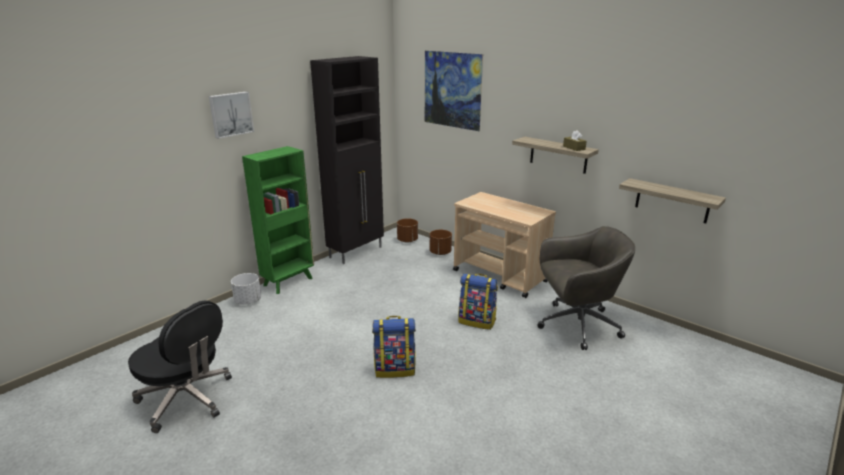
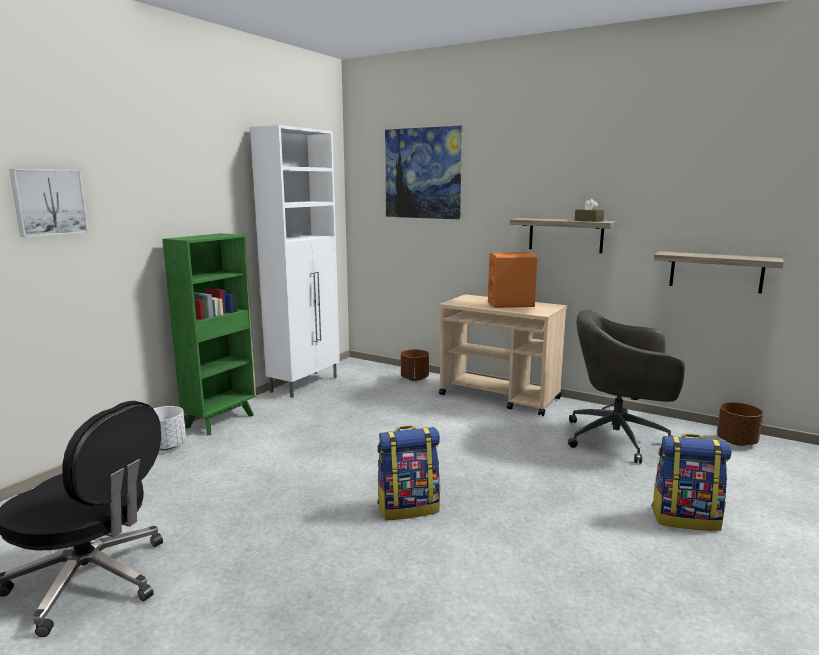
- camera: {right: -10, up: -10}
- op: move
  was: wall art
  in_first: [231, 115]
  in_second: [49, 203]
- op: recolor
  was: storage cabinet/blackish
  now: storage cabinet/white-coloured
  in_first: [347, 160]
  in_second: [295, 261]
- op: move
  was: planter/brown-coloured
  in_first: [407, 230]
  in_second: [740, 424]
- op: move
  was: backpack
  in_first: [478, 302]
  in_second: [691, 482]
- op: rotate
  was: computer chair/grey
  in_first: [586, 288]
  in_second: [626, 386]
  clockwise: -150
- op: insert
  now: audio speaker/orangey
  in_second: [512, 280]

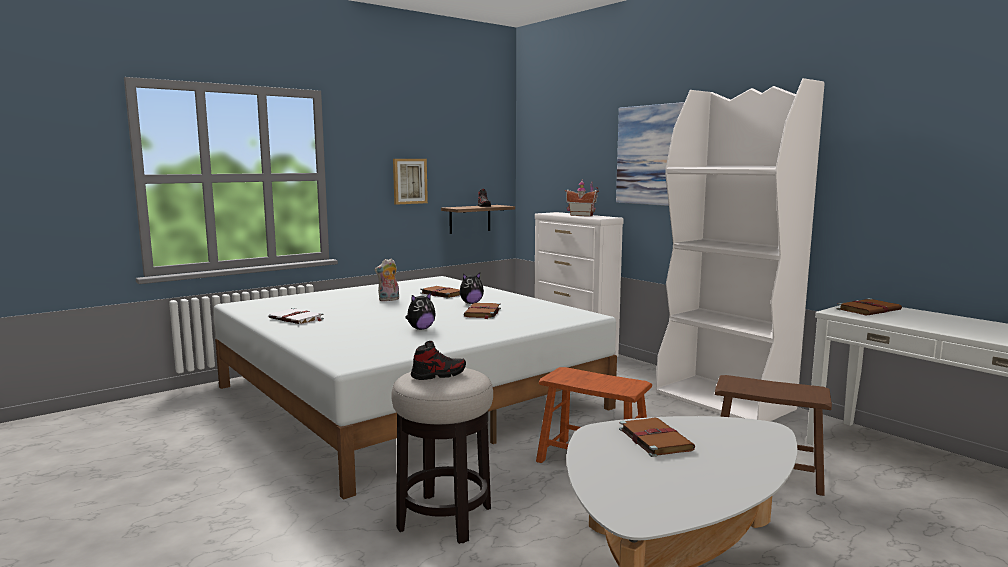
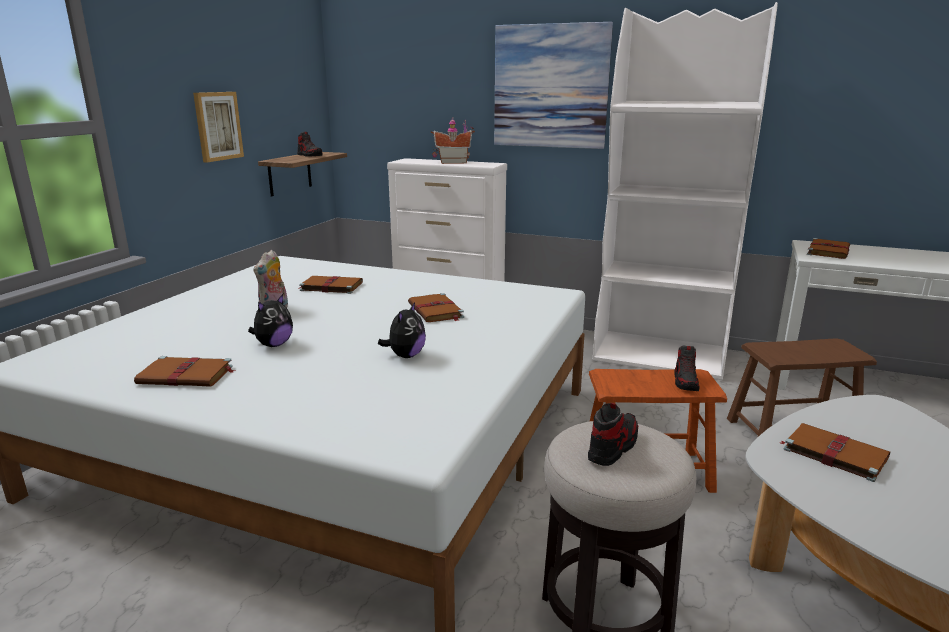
- camera: {right: -30, up: 10}
- op: recolor
  was: bound book/white-coloured
  now: bound book/brown-coloured
  in_first: [296, 316]
  in_second: [185, 371]
- op: move
  was: cuddly toy
  in_first: [471, 288]
  in_second: [270, 320]
- op: insert
  now: shoe
  in_second: [687, 368]

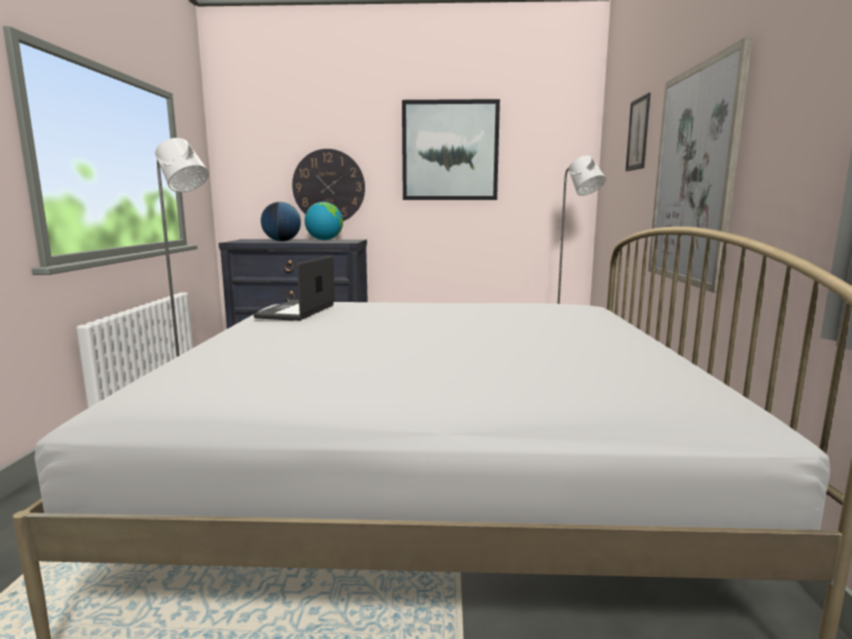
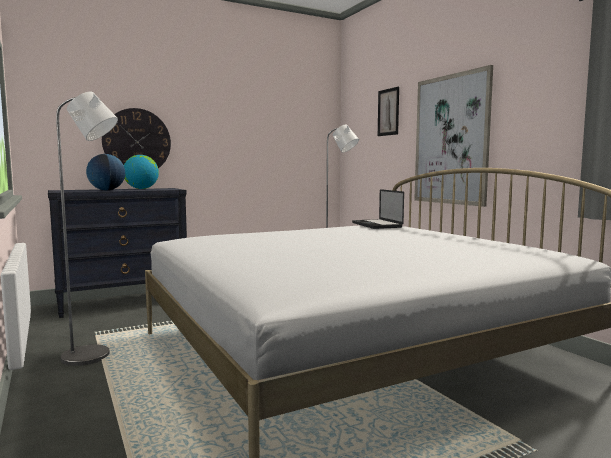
- camera: {right: -30, up: -5}
- op: move
  was: laptop
  in_first: [294, 288]
  in_second: [378, 209]
- op: delete
  was: wall art
  in_first: [451, 149]

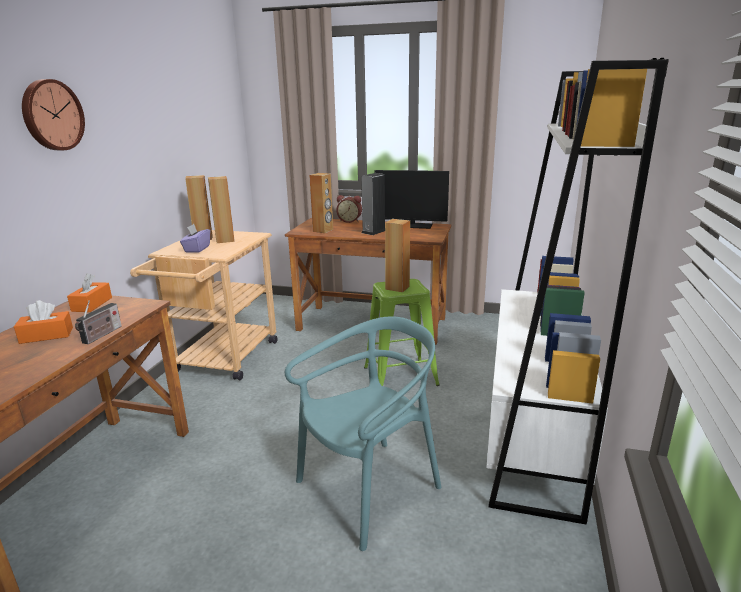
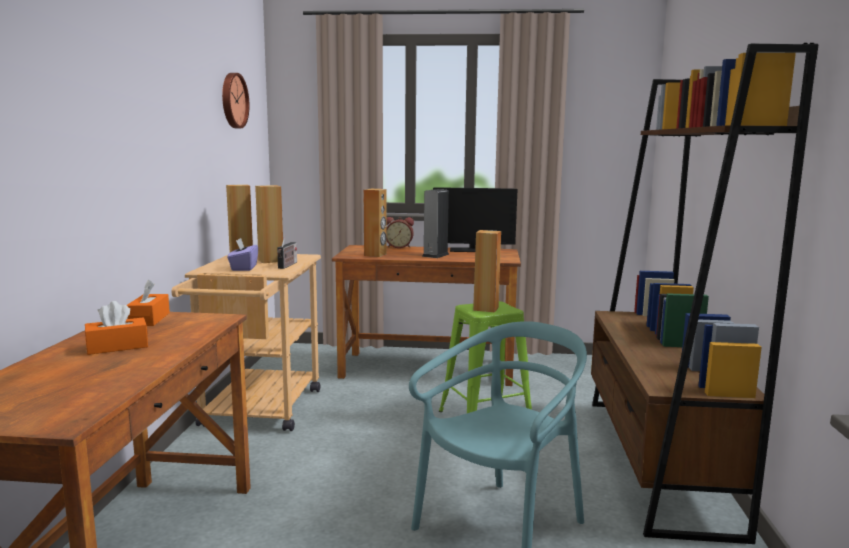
- camera: {right: -10, up: -10}
- op: move
  was: hanging clock
  in_first: [53, 114]
  in_second: [235, 100]
- op: move
  was: radio
  in_first: [98, 322]
  in_second: [287, 251]
- op: recolor
  was: bookcase/white-coloured
  now: bookcase/brown-coloured
  in_first: [577, 291]
  in_second: [705, 293]

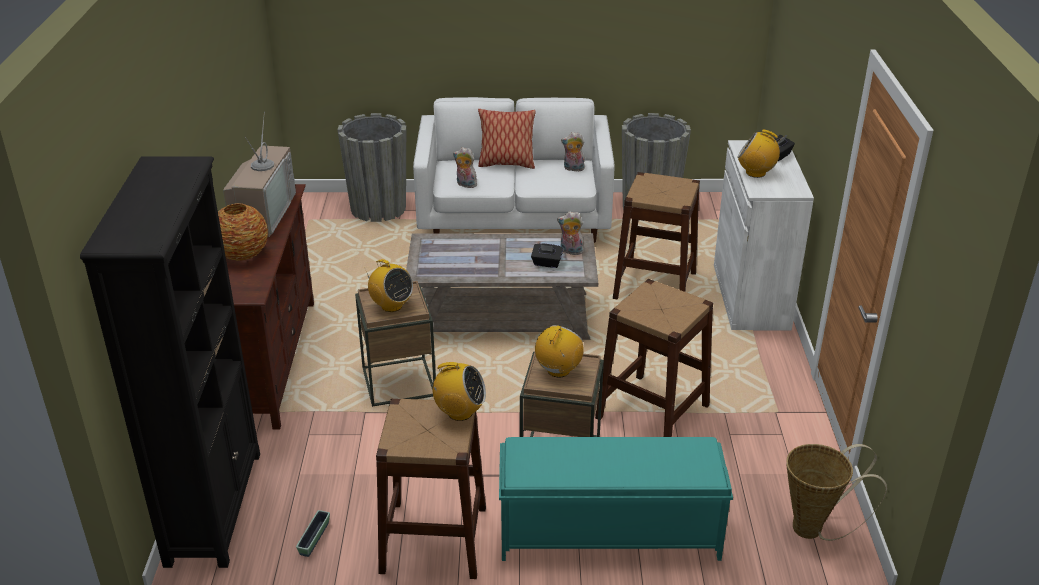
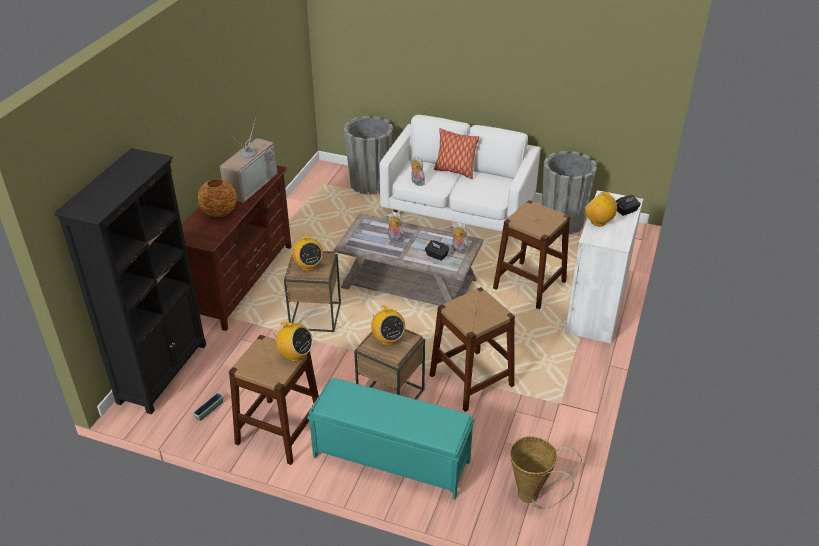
- camera: {right: 20, up: 5}
- op: rotate
  was: radio
  in_first: [559, 351]
  in_second: [388, 325]
  clockwise: 105
- op: move
  was: cuddly toy
  in_first: [573, 151]
  in_second: [395, 227]

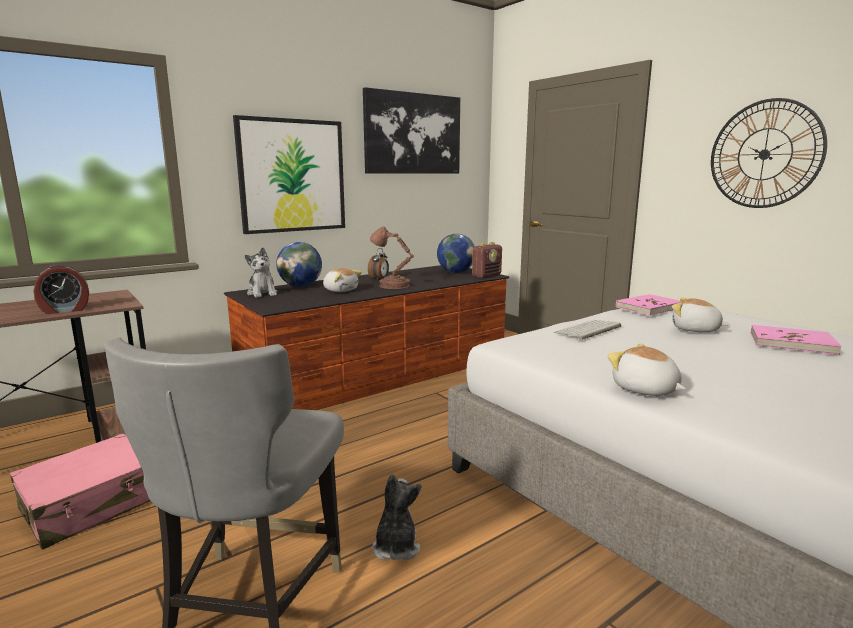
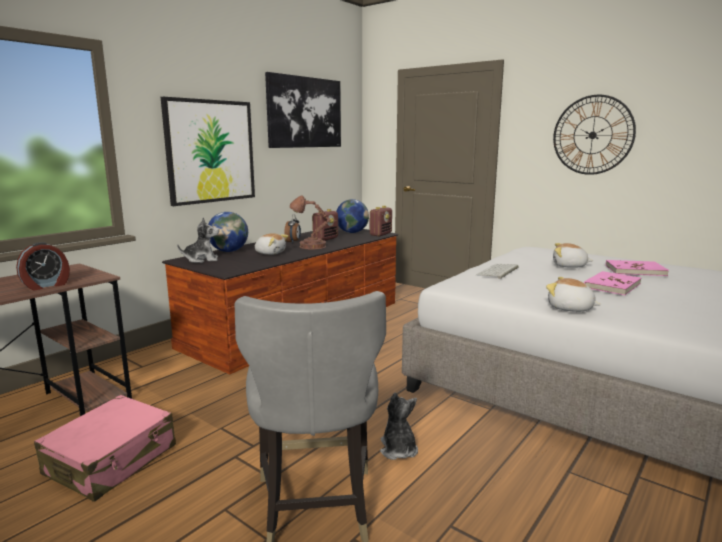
- camera: {right: -15, up: 0}
- op: rotate
  was: cuddly toy
  in_first: [261, 272]
  in_second: [198, 240]
  clockwise: -60
- op: move
  was: bound book/pink-coloured
  in_first: [648, 305]
  in_second: [612, 283]
- op: insert
  now: radio
  in_second: [325, 225]

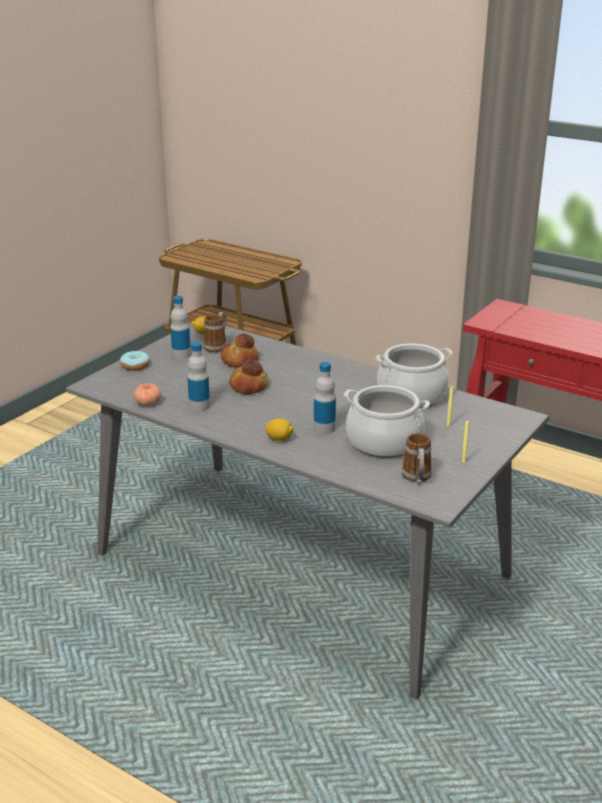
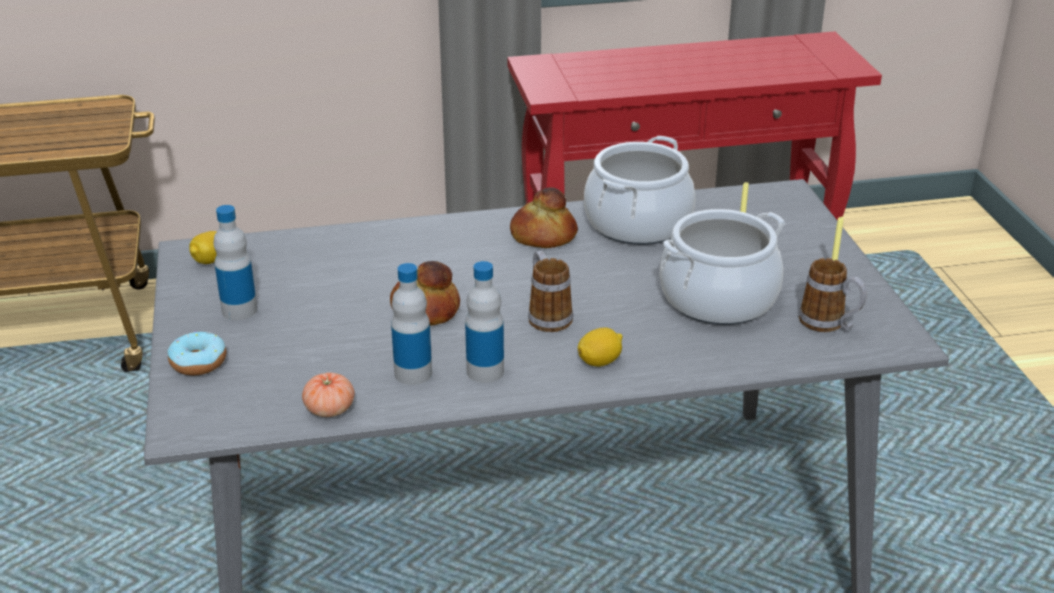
- camera: {right: -45, up: 5}
- op: move
  was: mug
  in_first: [215, 332]
  in_second: [550, 291]
- op: move
  was: bakery bread
  in_first: [240, 351]
  in_second: [544, 217]
- op: move
  was: bottle
  in_first: [325, 398]
  in_second: [484, 322]

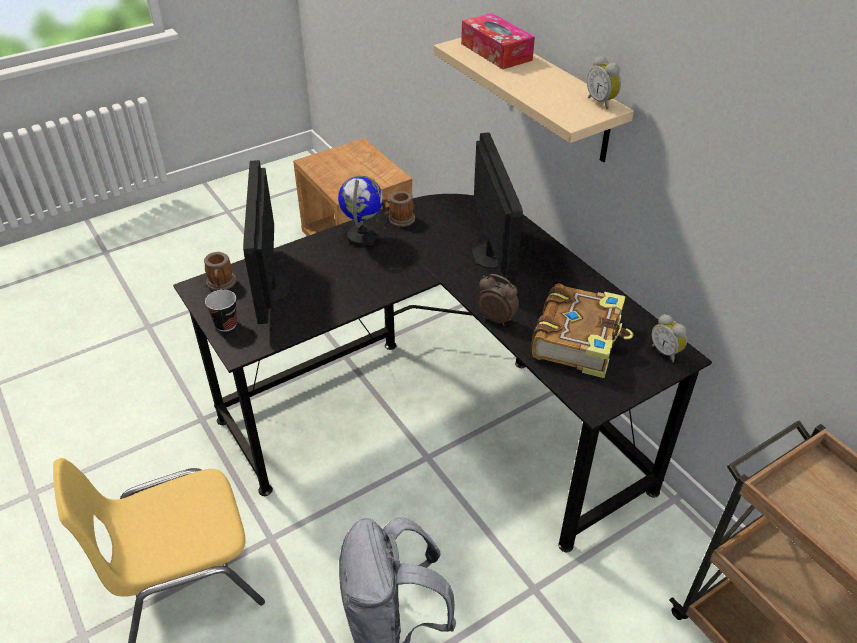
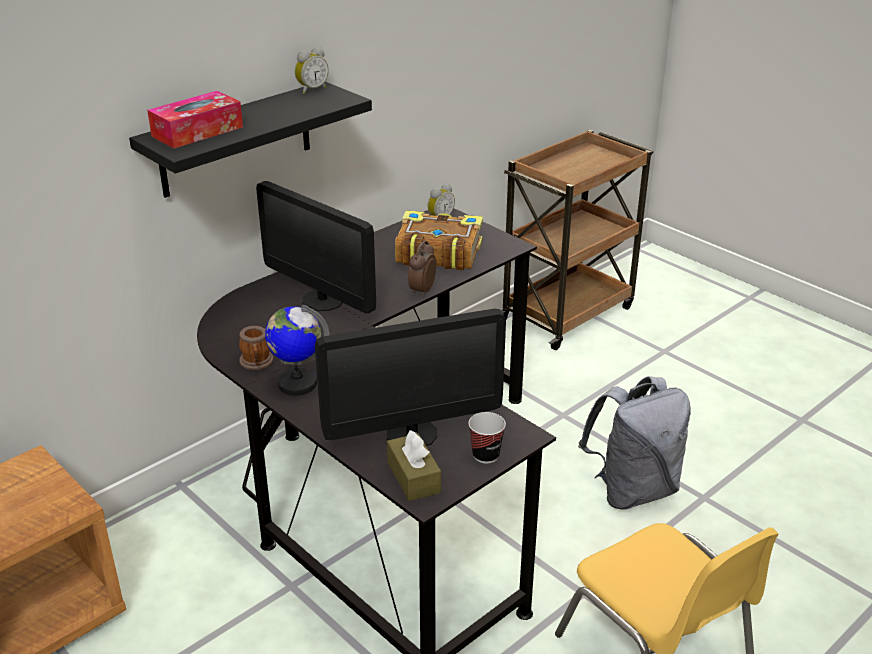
- camera: {right: -100, up: -10}
- op: replace
  was: mug
  now: tissue box/brown-coloured
  in_first: [220, 271]
  in_second: [414, 465]
- op: recolor
  was: shelf/beige
  now: shelf/blackish
  in_first: [534, 100]
  in_second: [250, 140]
- op: rotate
  was: computer screen
  in_first: [497, 208]
  in_second: [316, 247]
  clockwise: -120

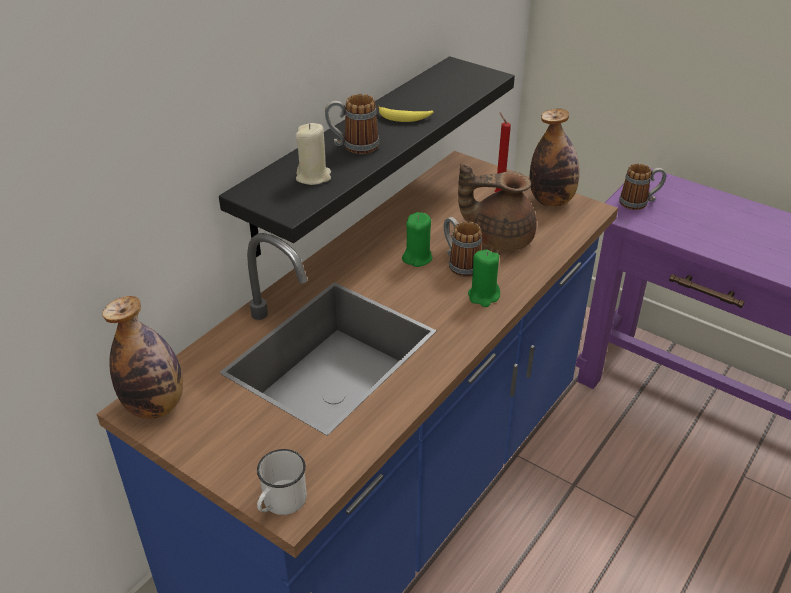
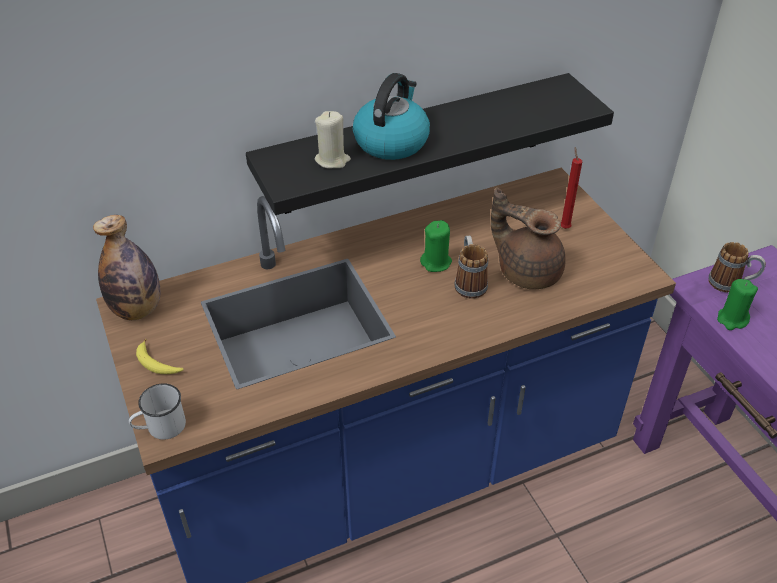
- camera: {right: 30, up: 5}
- op: replace
  was: mug
  now: water kettle
  in_first: [352, 124]
  in_second: [391, 116]
- op: move
  was: whole banana
  in_first: [406, 114]
  in_second: [160, 356]
- op: move
  was: candle/greenish
  in_first: [484, 278]
  in_second: [737, 304]
- op: delete
  was: bottle
  in_first: [554, 158]

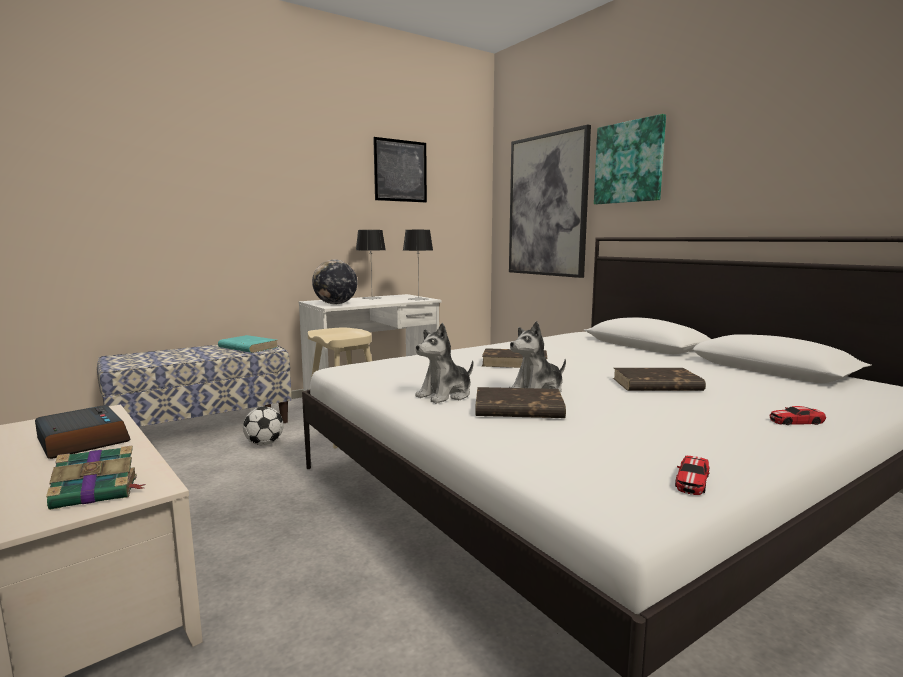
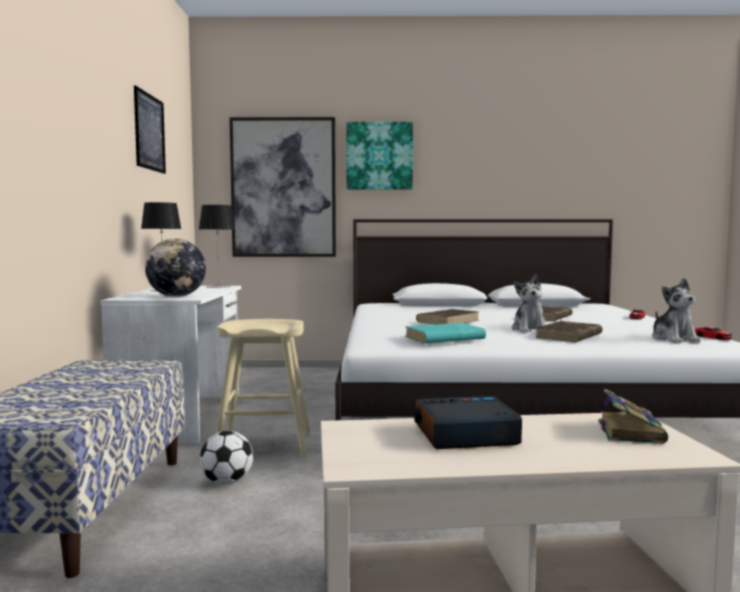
- camera: {right: -55, up: -5}
- op: move
  was: bound book/turquoise-coloured
  in_first: [248, 344]
  in_second: [445, 333]
- op: move
  was: cuddly toy
  in_first: [444, 363]
  in_second: [676, 310]

